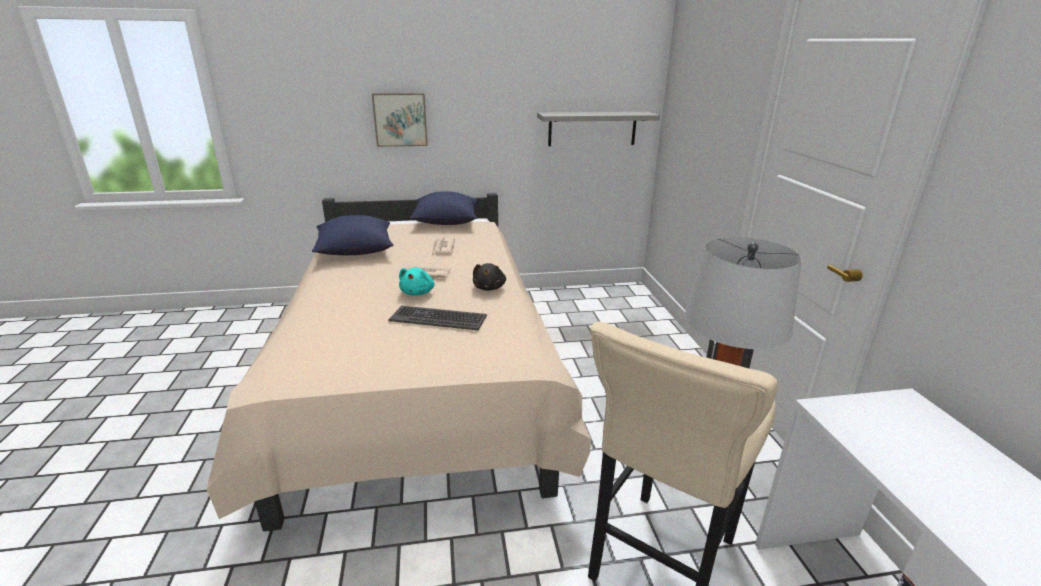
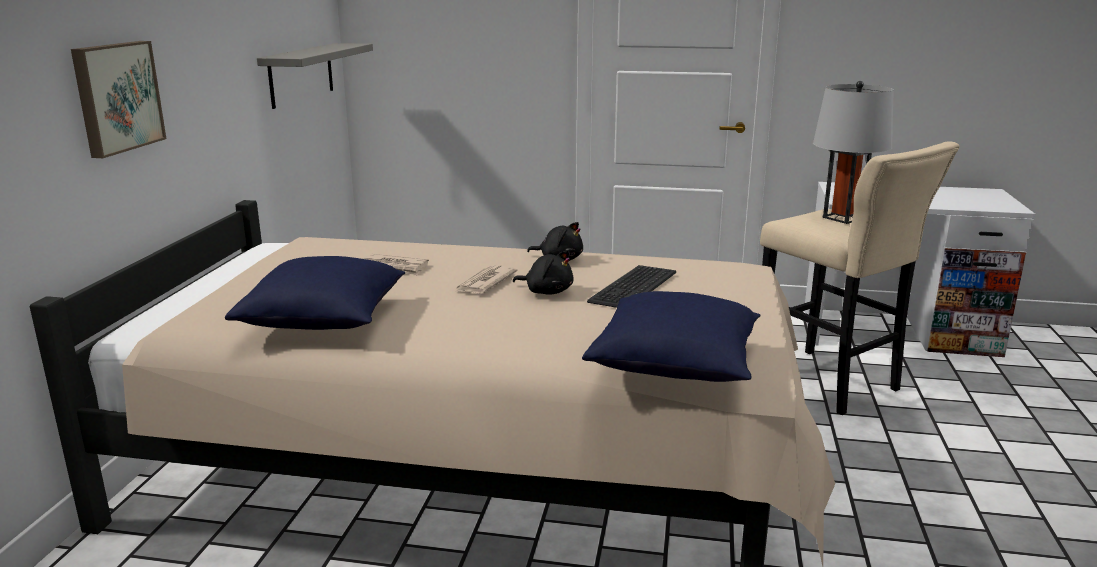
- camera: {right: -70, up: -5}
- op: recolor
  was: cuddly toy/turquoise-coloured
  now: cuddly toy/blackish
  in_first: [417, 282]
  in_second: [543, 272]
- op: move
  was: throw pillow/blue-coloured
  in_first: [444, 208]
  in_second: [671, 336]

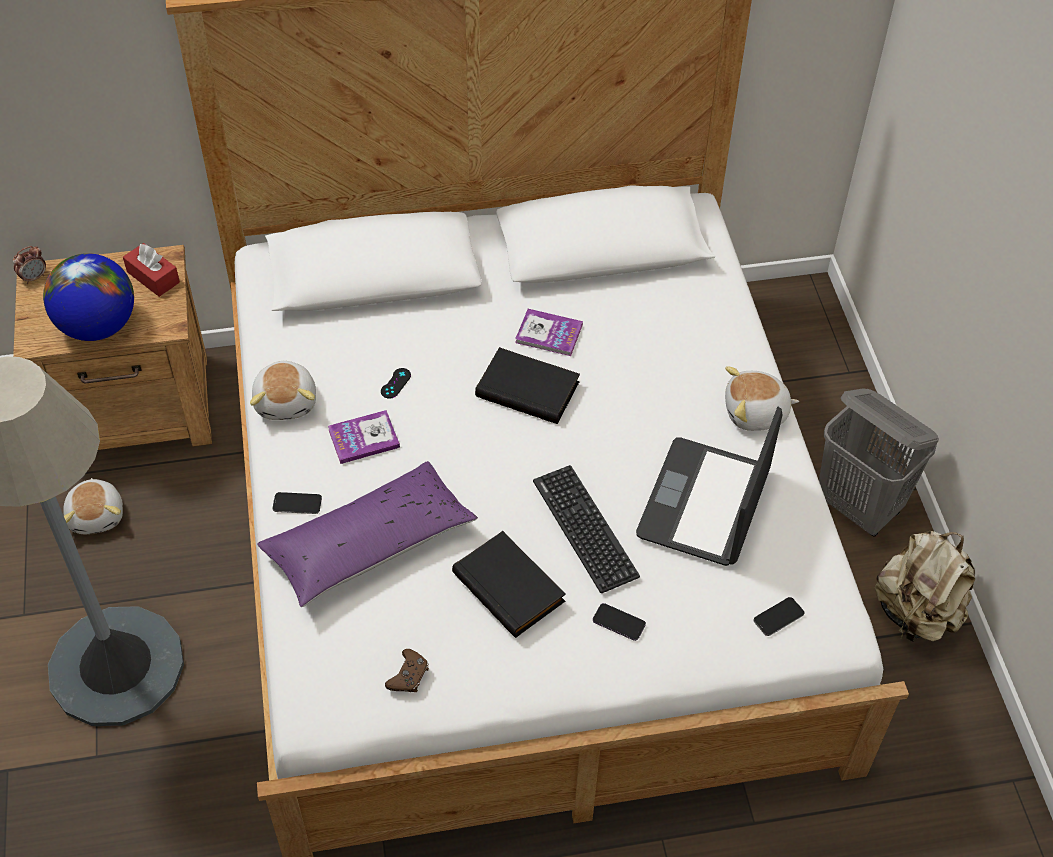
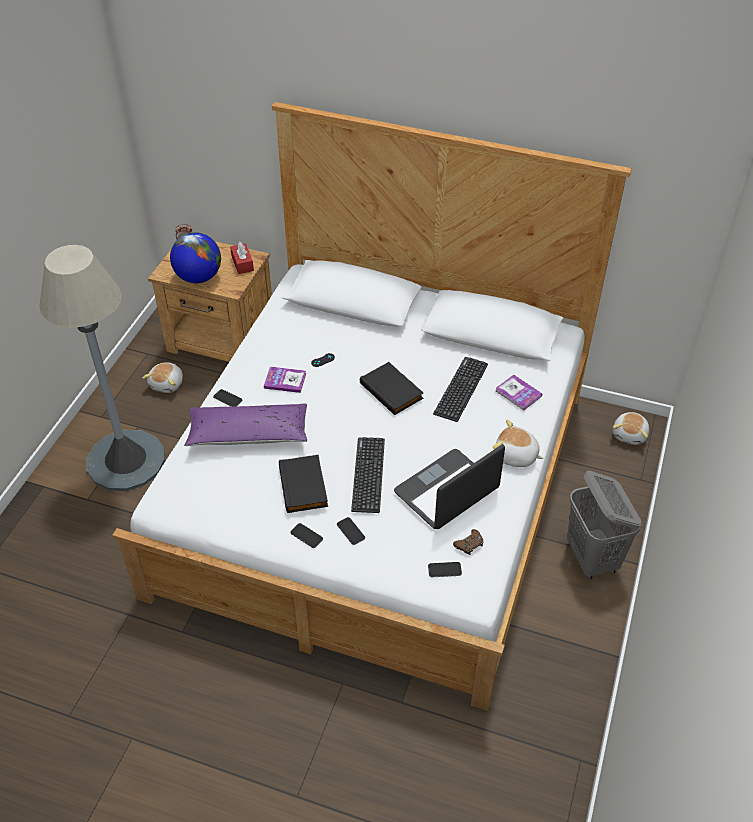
- camera: {right: 30, up: -5}
- op: move
  was: cuddly toy
  in_first: [283, 390]
  in_second: [631, 428]
- op: move
  was: game controller/brown-coloured
  in_first: [407, 670]
  in_second: [468, 542]
- op: move
  was: bound book
  in_first: [549, 332]
  in_second: [519, 393]
- op: delete
  was: backpack/beige
  in_first: [925, 586]
- op: insert
  now: handset
  in_second: [307, 535]
- op: insert
  now: keyboard
  in_second: [460, 389]

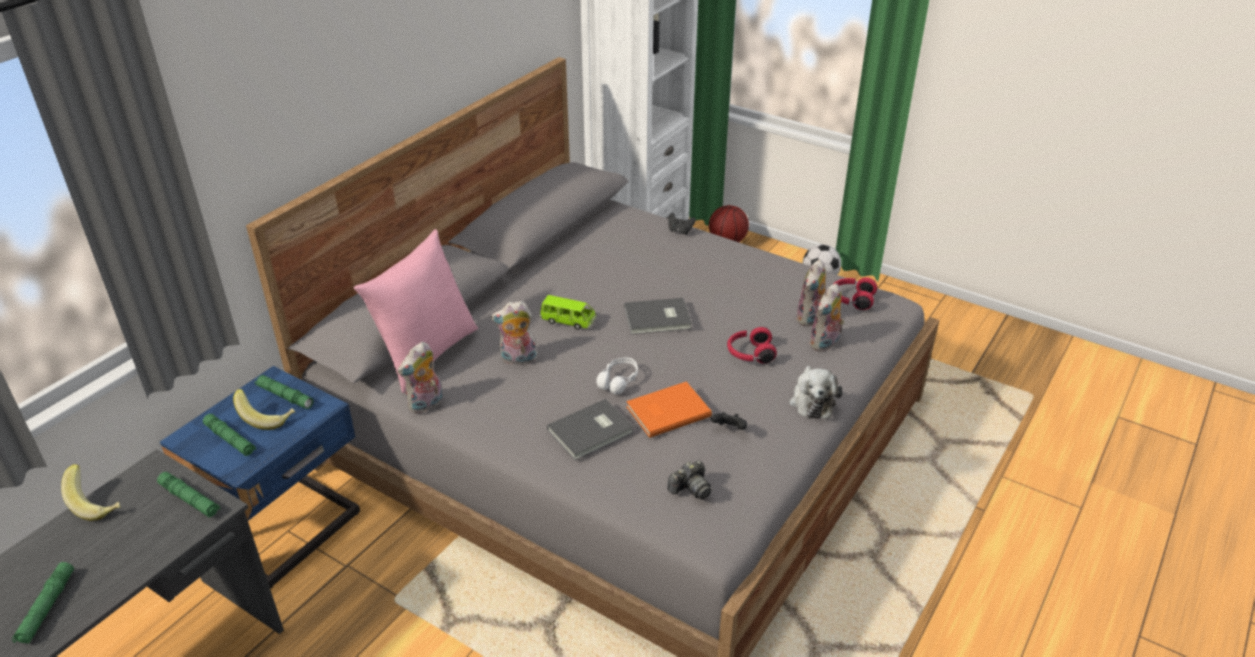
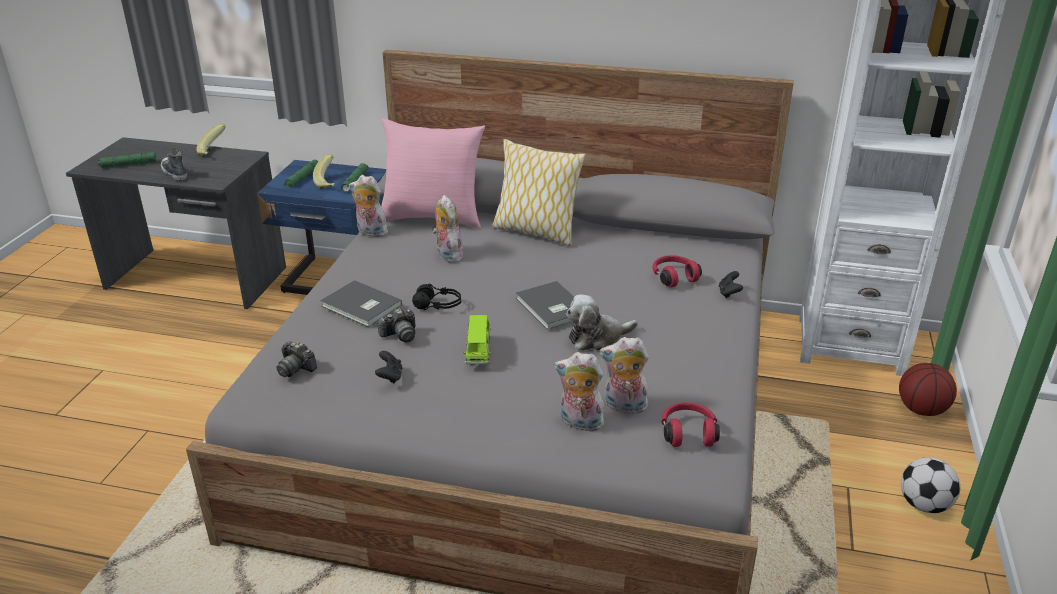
- camera: {right: 70, up: -5}
- op: delete
  was: torch/greenish
  in_first: [188, 495]
- op: move
  was: toy car/greenish
  in_first: [568, 312]
  in_second: [477, 340]
- op: recolor
  was: headset/white-coloured
  now: headset/blackish
  in_first: [617, 376]
  in_second: [436, 297]
- op: replace
  was: bound book/orangey
  now: photo camera
  in_first: [669, 409]
  in_second: [396, 325]
- op: move
  was: headset/red
  in_first: [752, 345]
  in_second: [677, 271]
- op: move
  was: cuddly toy
  in_first: [815, 392]
  in_second: [602, 322]
- op: insert
  now: shoe
  in_second: [174, 164]
- op: insert
  now: throw pillow
  in_second: [539, 192]

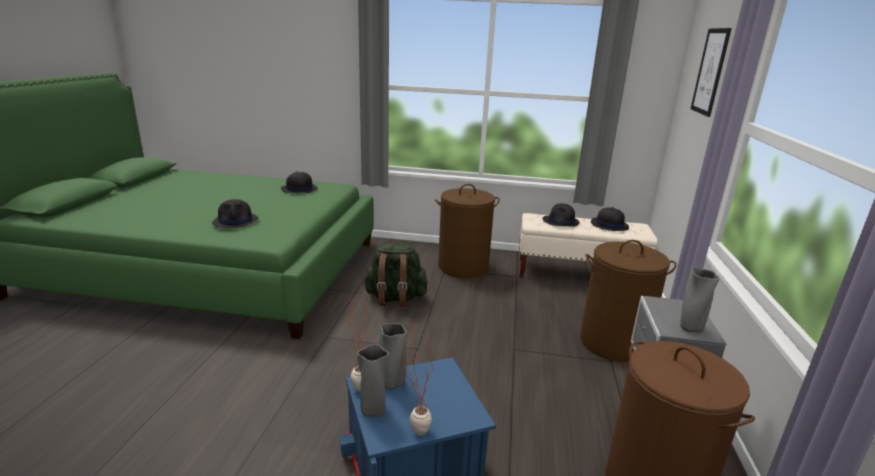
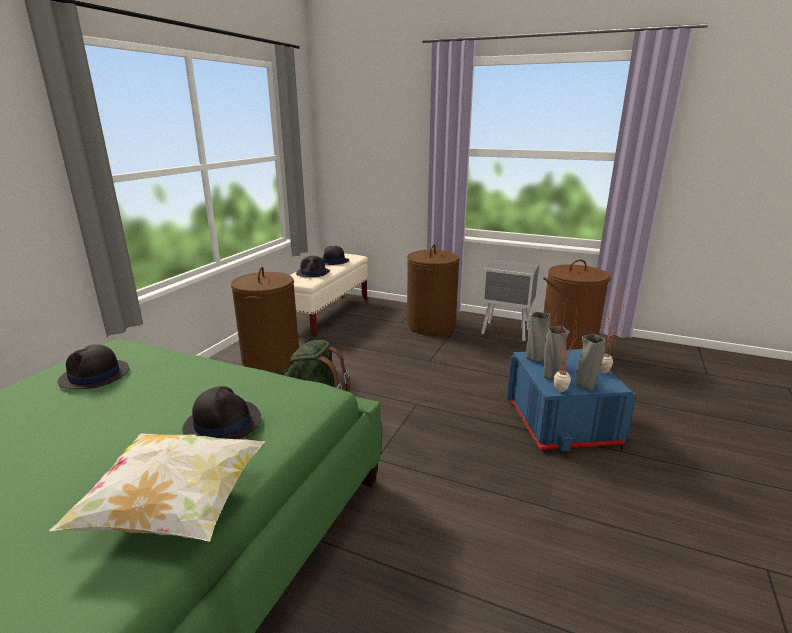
- camera: {right: -75, up: 0}
- op: move
  was: vase/grey
  in_first: [700, 300]
  in_second: [538, 337]
- op: delete
  was: wall art
  in_first: [711, 72]
- op: insert
  now: throw pillow
  in_second: [157, 487]

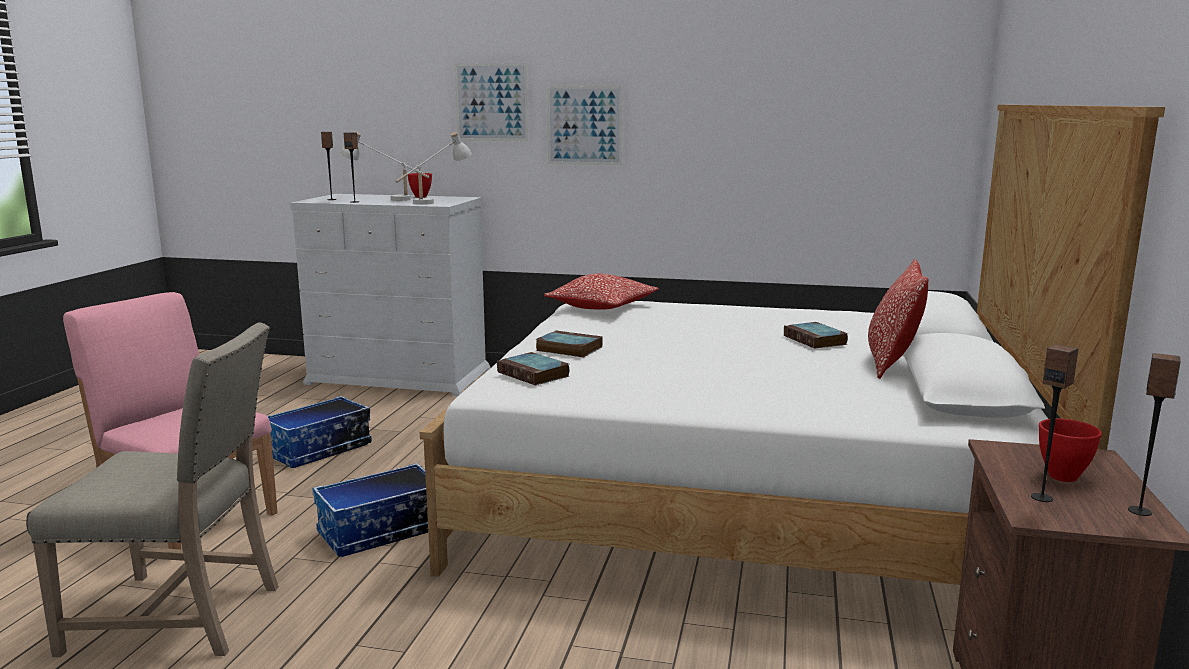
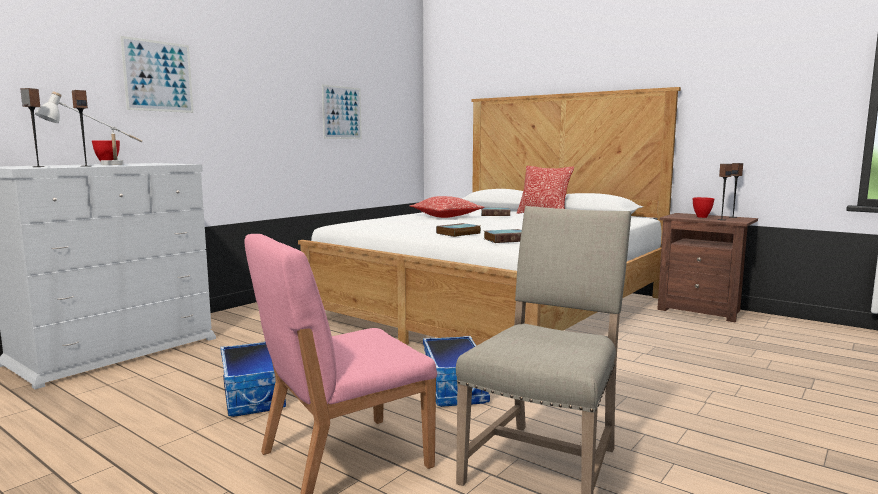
- camera: {right: -65, up: -5}
- op: delete
  was: tabletop lamp/white-coloured
  in_first: [434, 168]
- op: move
  was: throw pillow
  in_first: [601, 292]
  in_second: [447, 207]
- op: move
  was: wall art
  in_first: [584, 125]
  in_second: [342, 111]

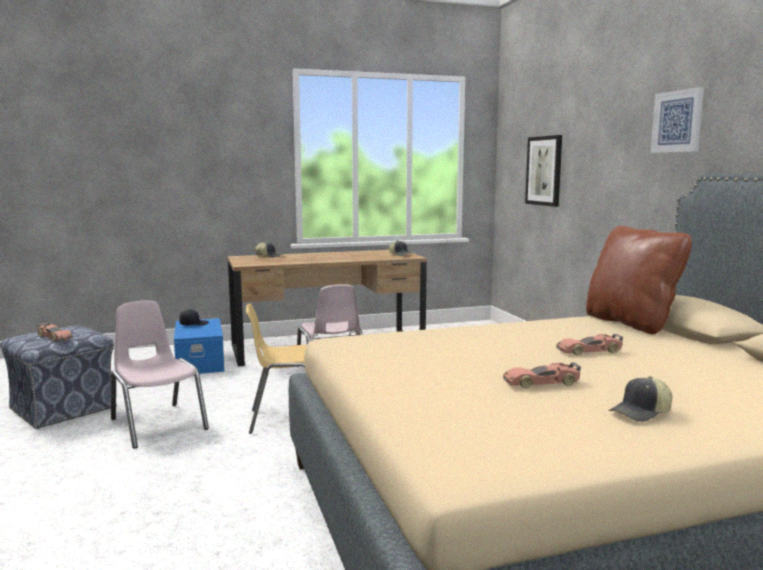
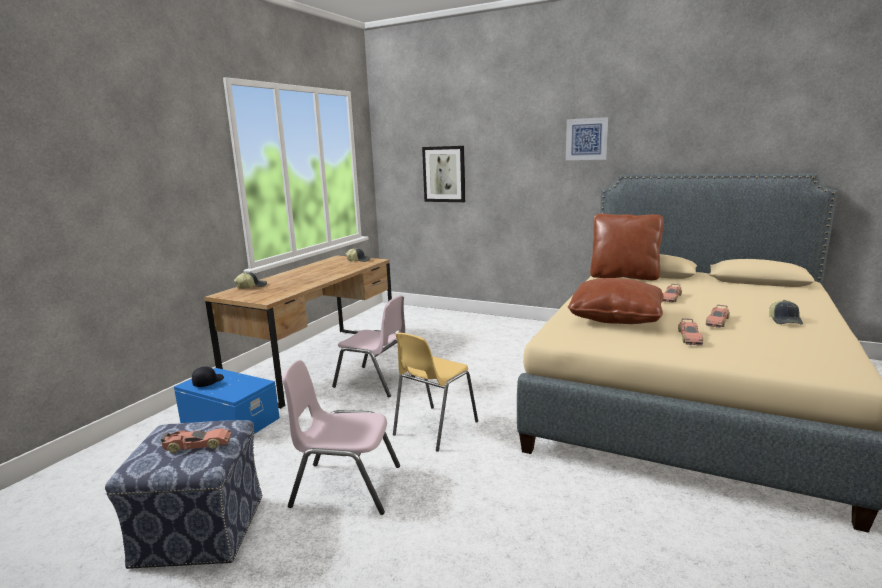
- camera: {right: -45, up: 5}
- op: insert
  now: throw pillow/brown-coloured
  in_second: [616, 301]
- op: insert
  now: toy car
  in_second: [690, 332]

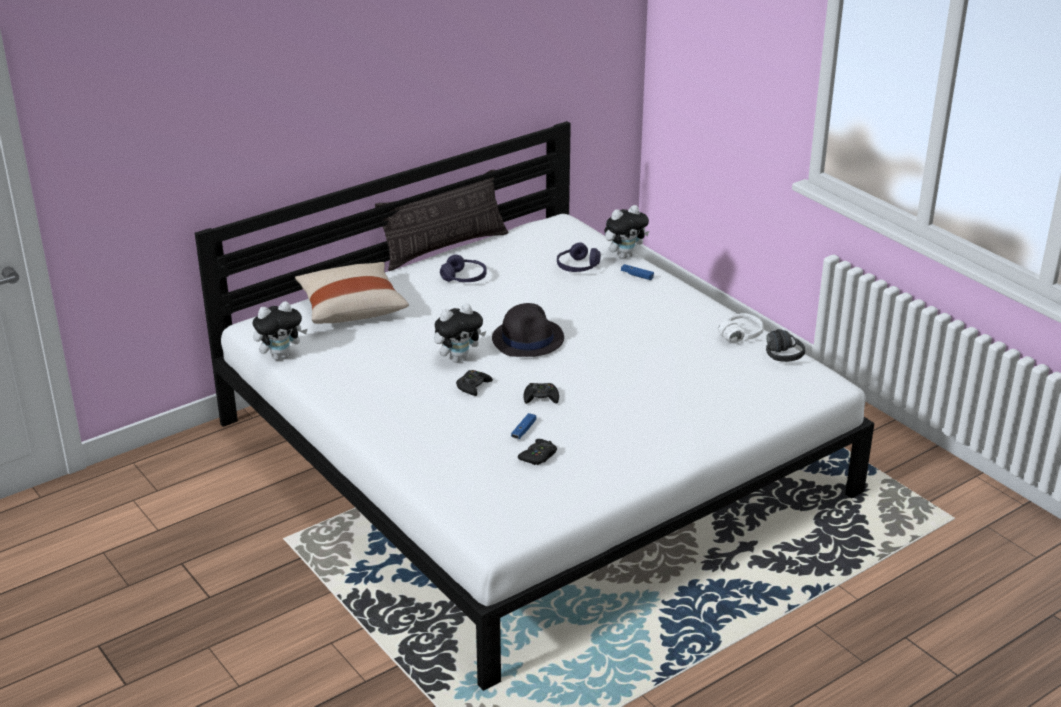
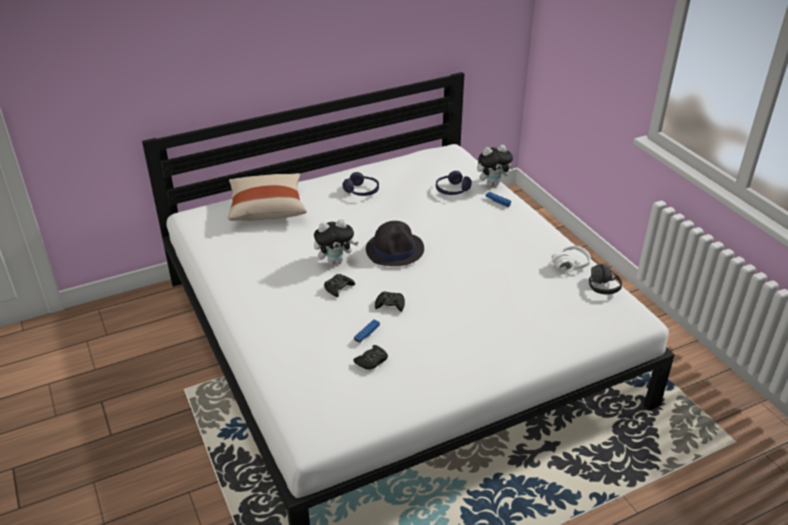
- camera: {right: 10, up: 5}
- op: delete
  was: cuddly toy
  in_first: [279, 330]
- op: delete
  was: throw pillow
  in_first: [441, 220]

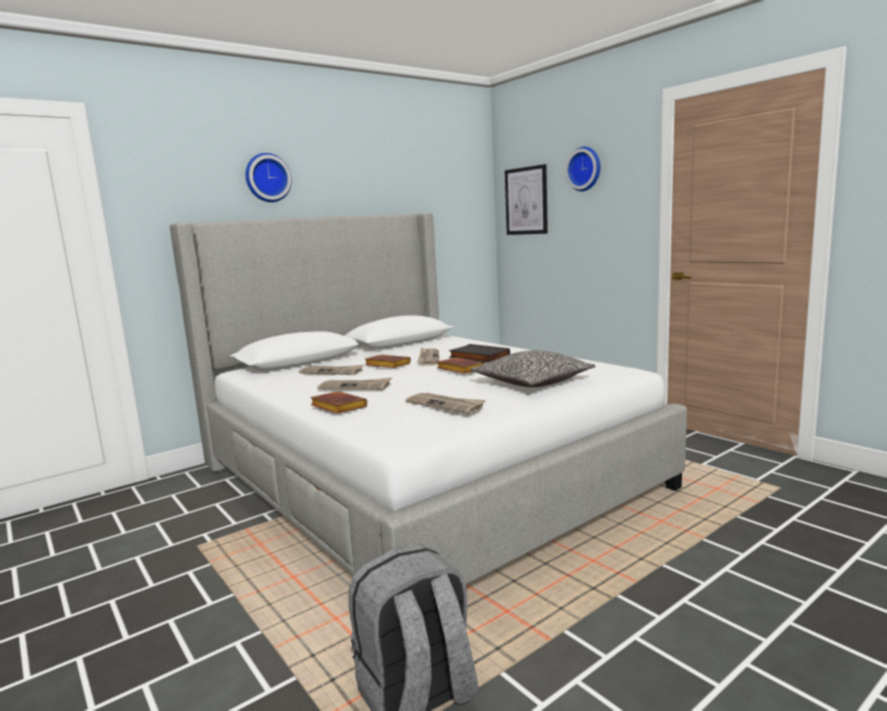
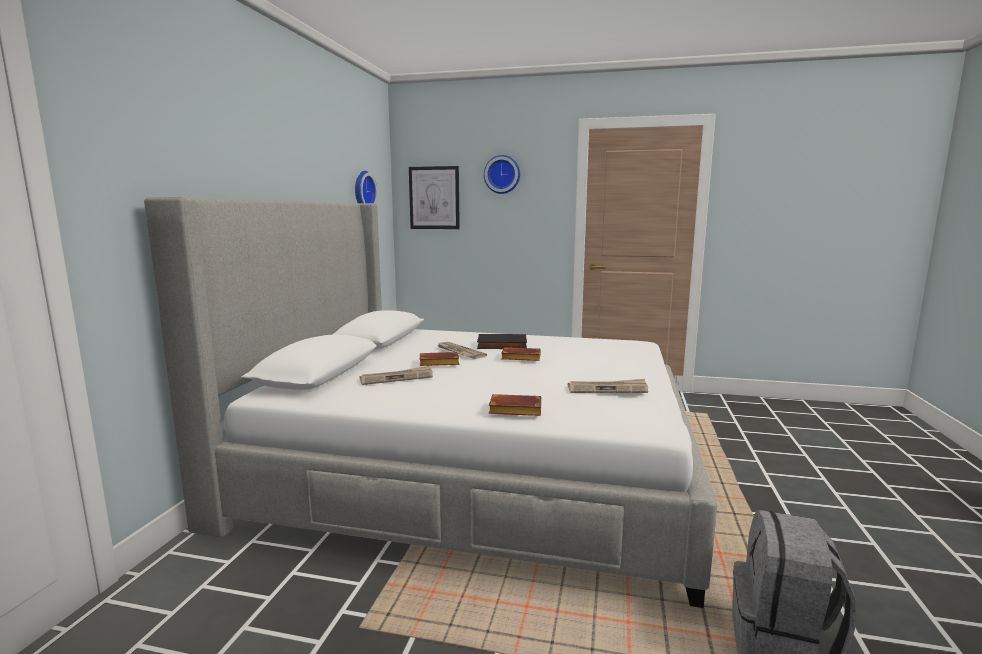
- camera: {right: -40, up: 0}
- op: move
  was: hanging clock
  in_first: [268, 177]
  in_second: [366, 187]
- op: delete
  was: newspaper
  in_first: [354, 384]
- op: delete
  was: throw pillow
  in_first: [533, 368]

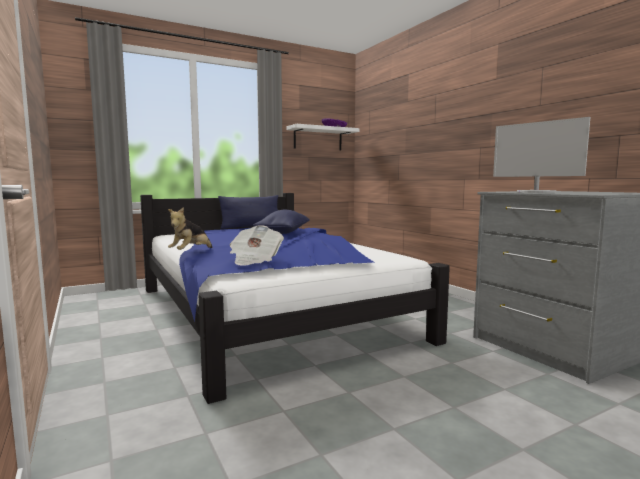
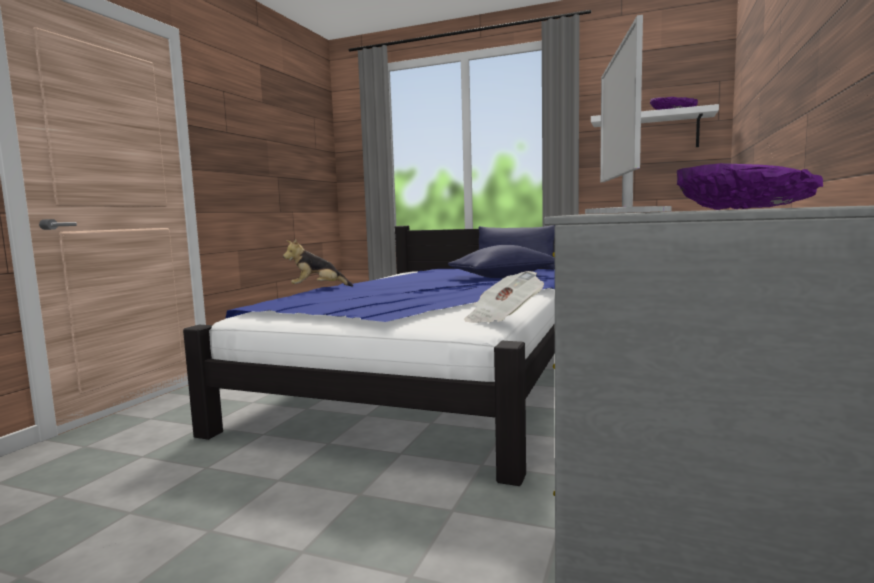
- camera: {right: 50, up: 0}
- op: move
  was: newspaper
  in_first: [257, 245]
  in_second: [504, 297]
- op: insert
  now: bowl/purplish
  in_second: [750, 186]

